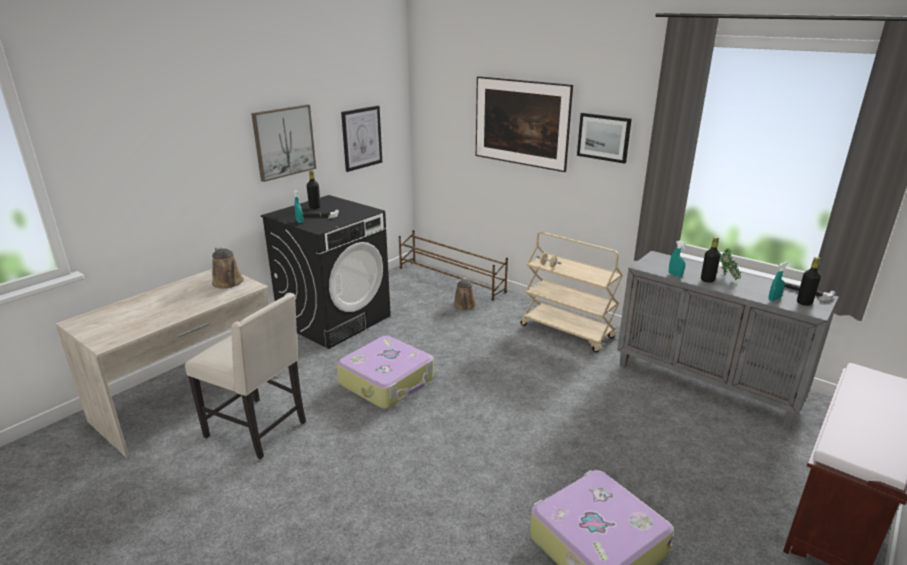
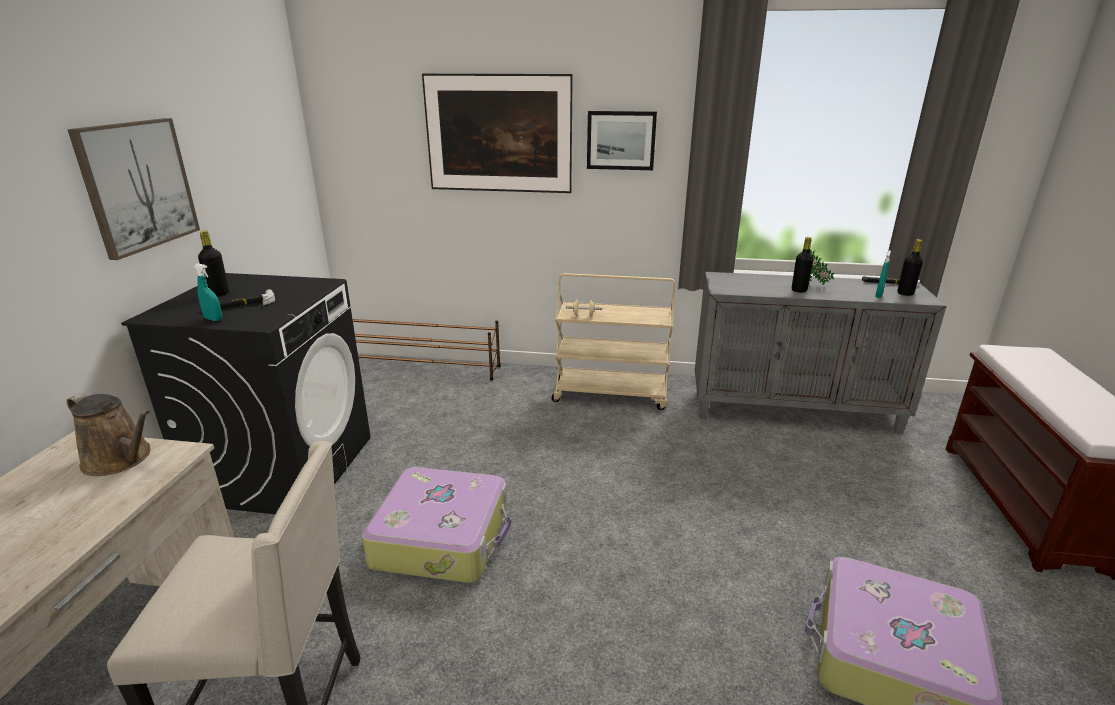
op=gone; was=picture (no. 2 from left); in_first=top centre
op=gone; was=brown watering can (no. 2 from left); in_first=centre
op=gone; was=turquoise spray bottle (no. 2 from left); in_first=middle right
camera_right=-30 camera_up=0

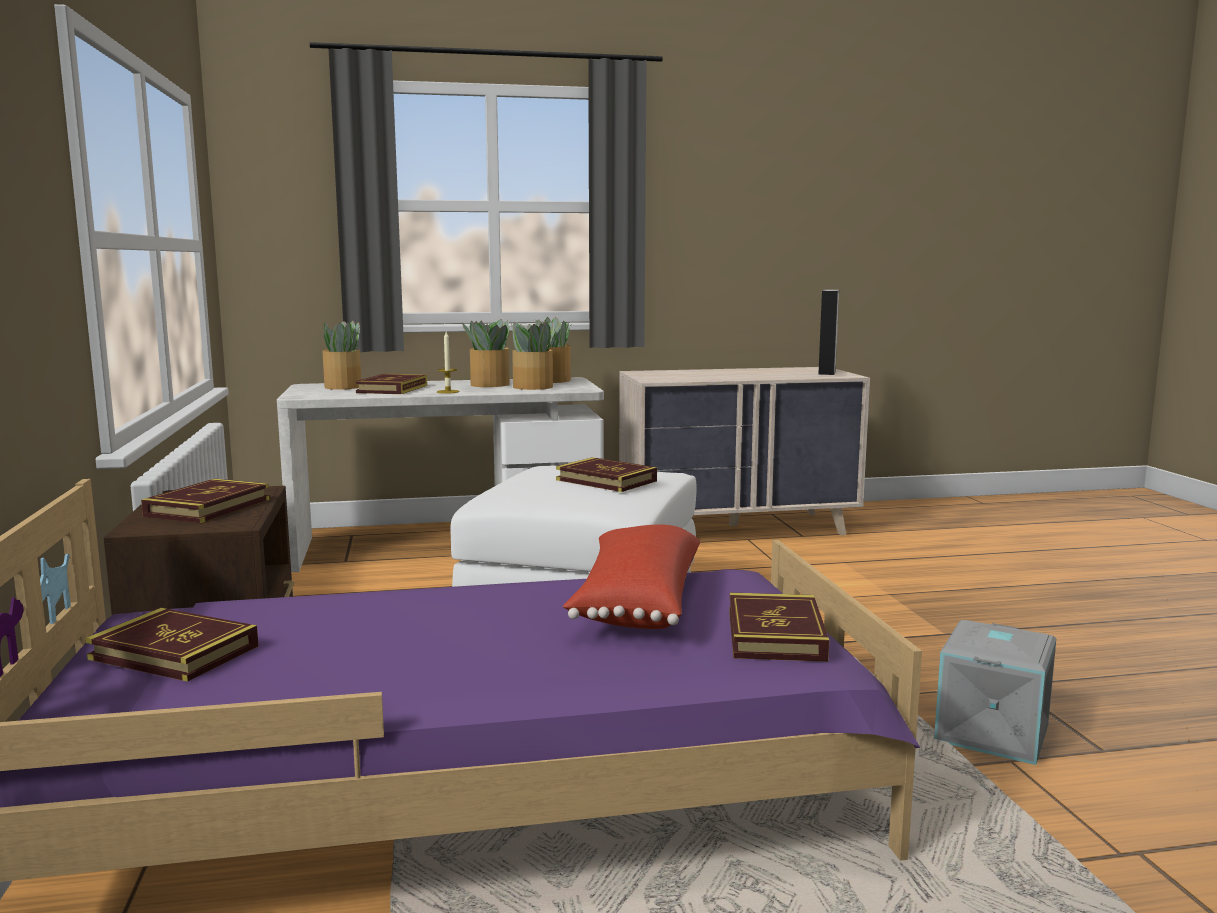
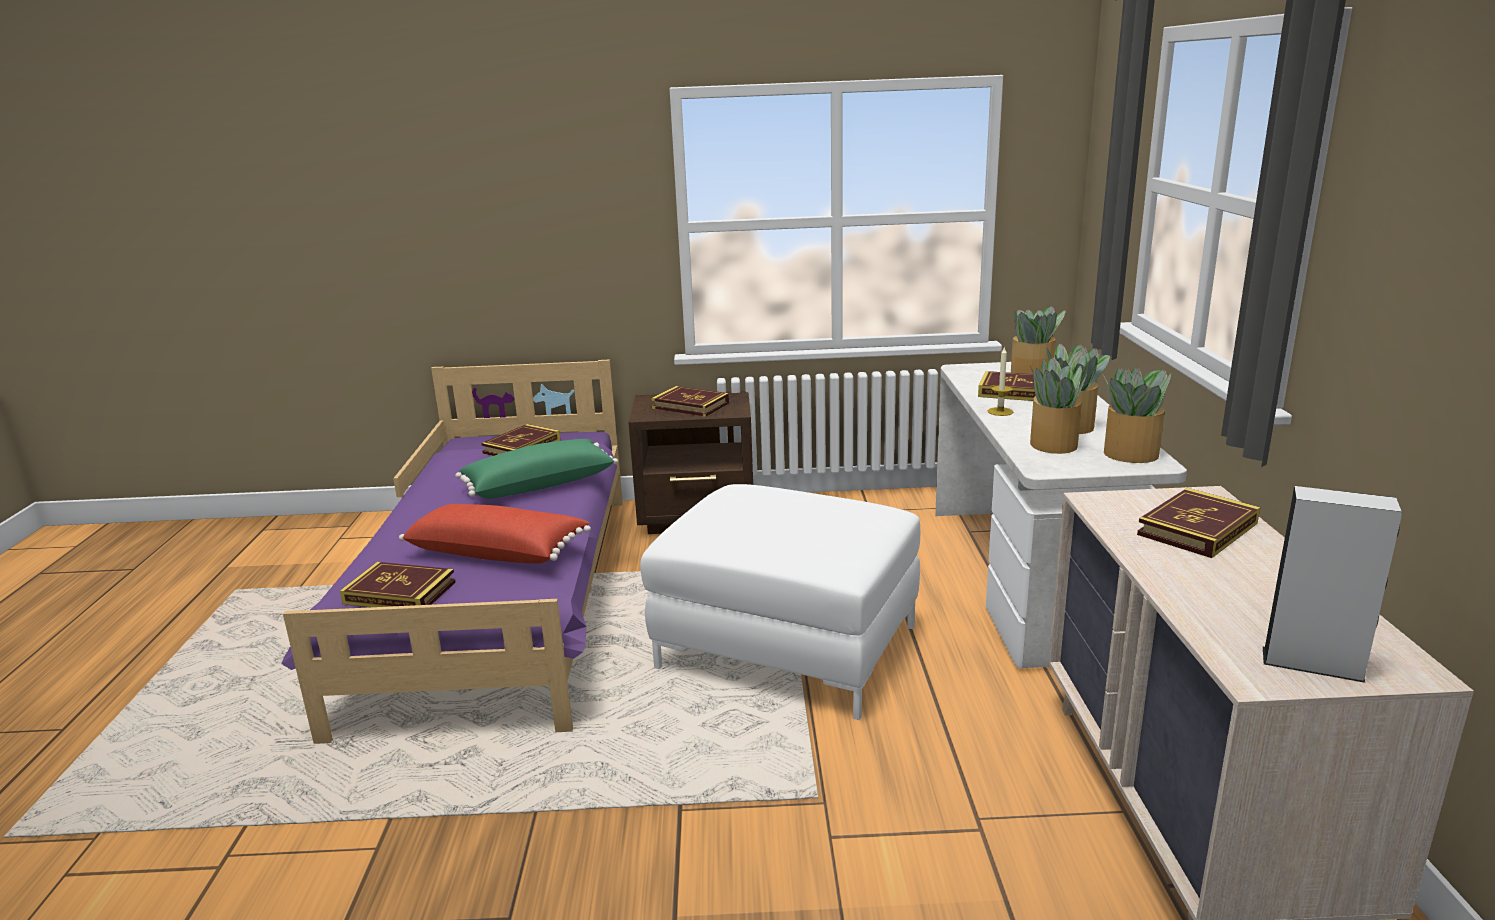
op=shifted; was=book (no. 4 from left in the first image); now=book (no. 5 from left); in_first=centre; in_second=middle right
op=gone; was=grey storage box; in_first=bottom right
op=new; now=green pillow; in_second=centre
camera_right=100 camera_up=10

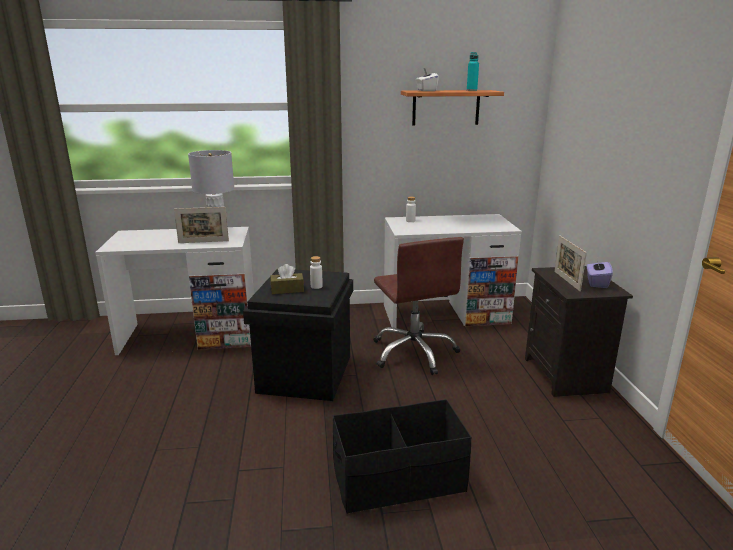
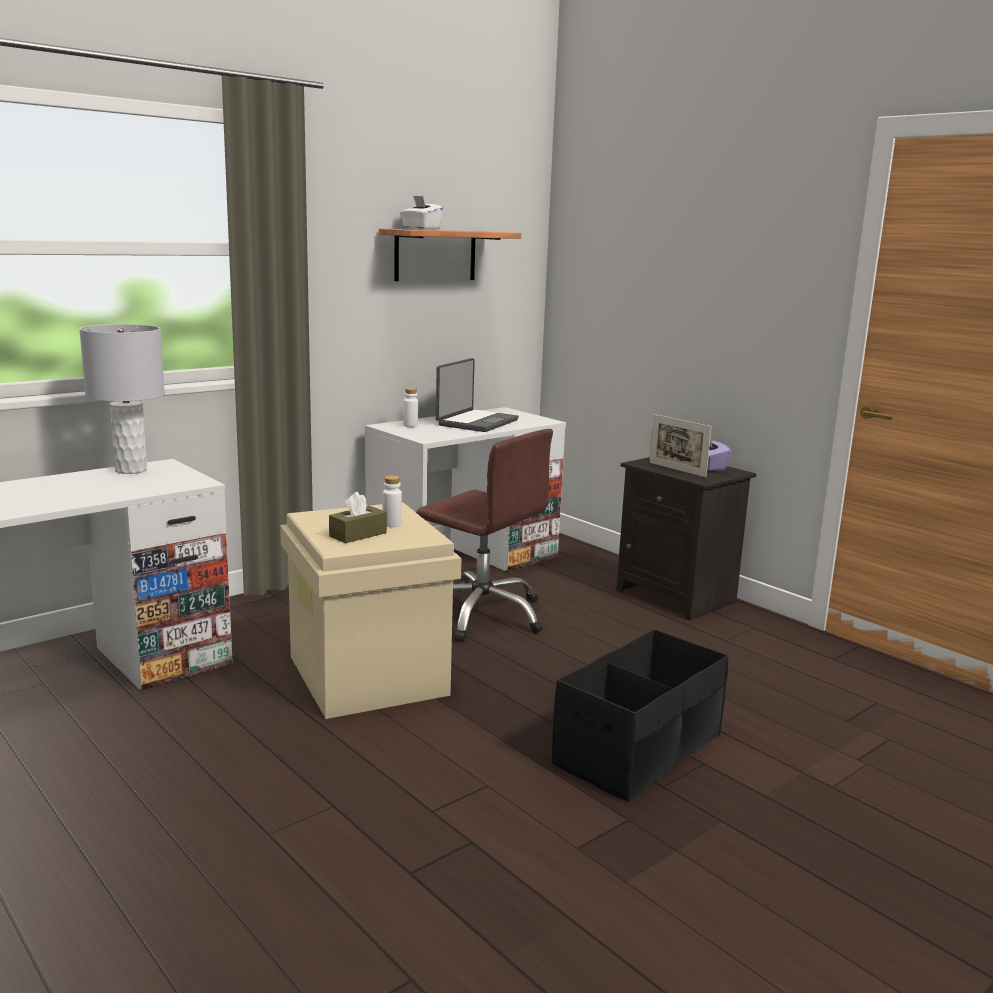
op=gone; was=picture frame (no. 1 from left); in_first=middle left
op=repainted; was=black storage box (no. 1 from left); now=beige storage box; in_first=centre; in_second=centre
op=gone; was=turquoise bottle; in_first=top centre
op=new; now=laptop; in_second=centre
camera_right=-35 camera_up=-5

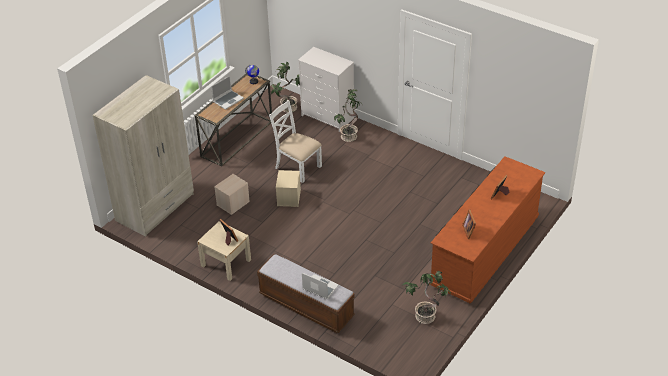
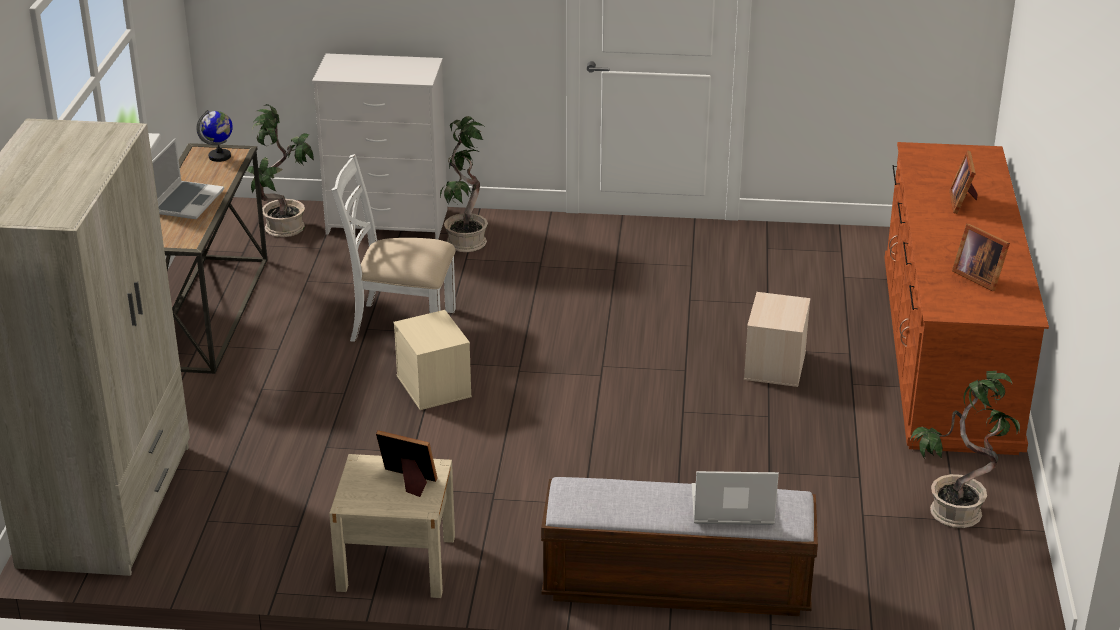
op=shifted; was=beige storage box (no. 1 from left in the first image); now=beige storage box (no. 2 from left); in_first=centre; in_second=middle right
camera_right=-30 camera_up=-10

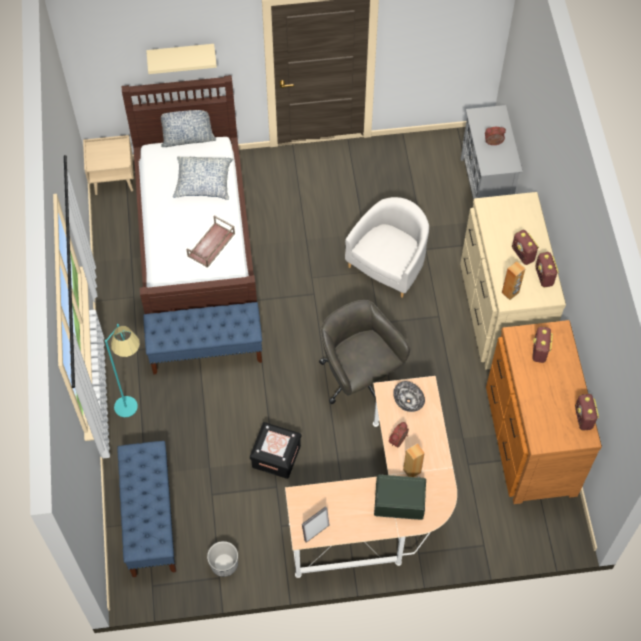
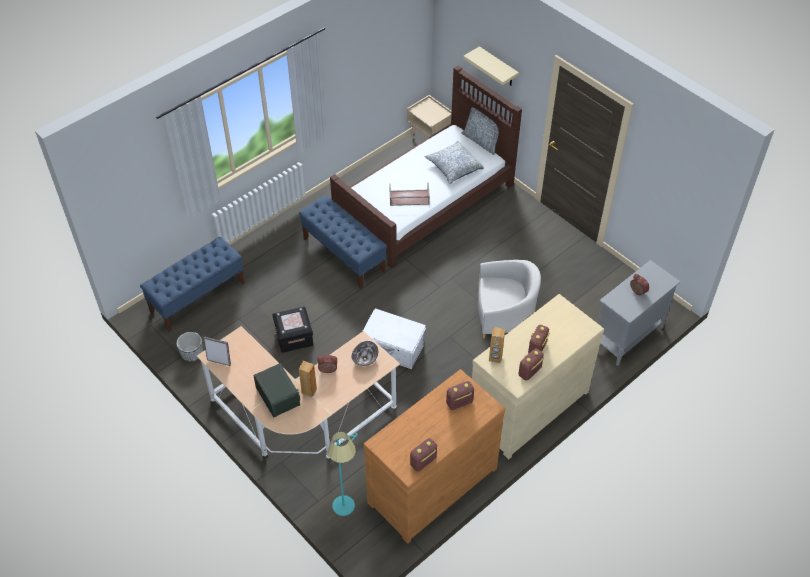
op=shifted; was=turquoise floor lamp; in_first=middle left; in_second=bottom centre
op=swapped; was=grey office chair; now=white storage box; in_first=centre; in_second=centre
camera_right=55 camera_up=-10

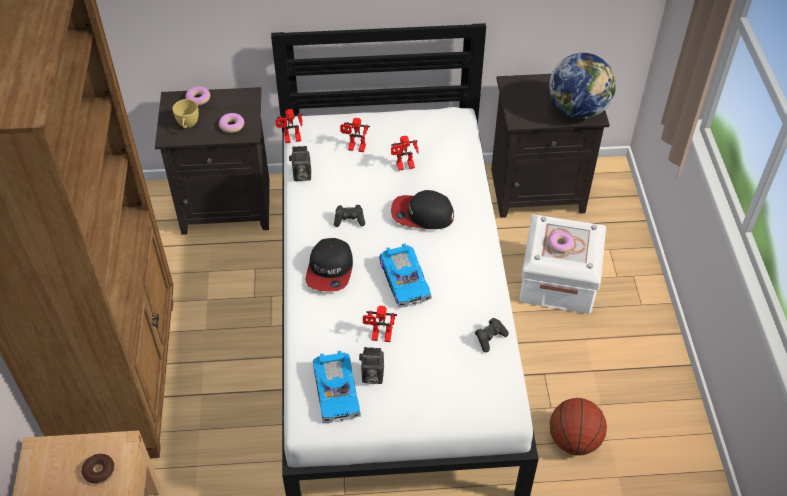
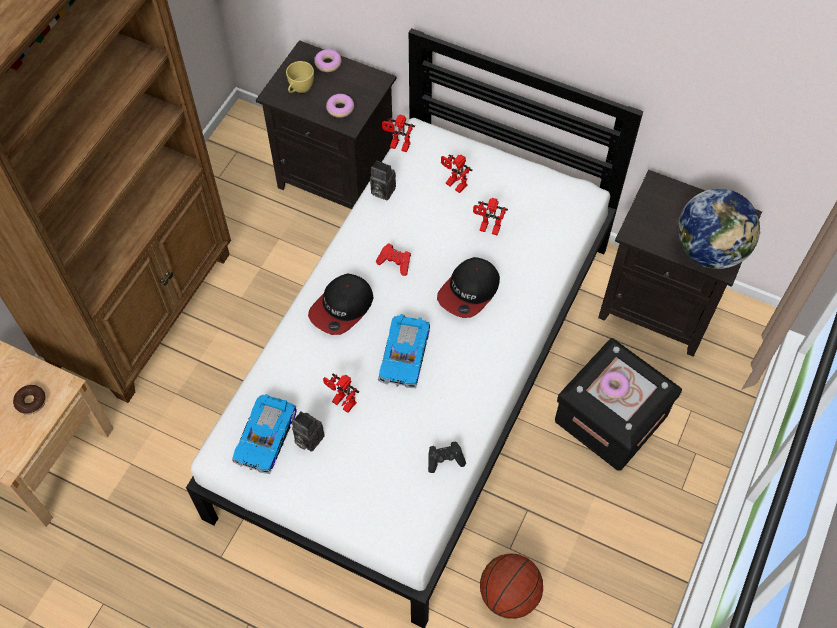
op=repainted; was=black game controller (no. 1 from left); now=red game controller; in_first=centre; in_second=centre
op=rotated; was=cap (no. 2 from left); in_first=centre; in_second=centre; clockwise=-90
op=repainted; was=white storage box; now=black storage box; in_first=middle right; in_second=middle right
camera_right=30 camera_up=10

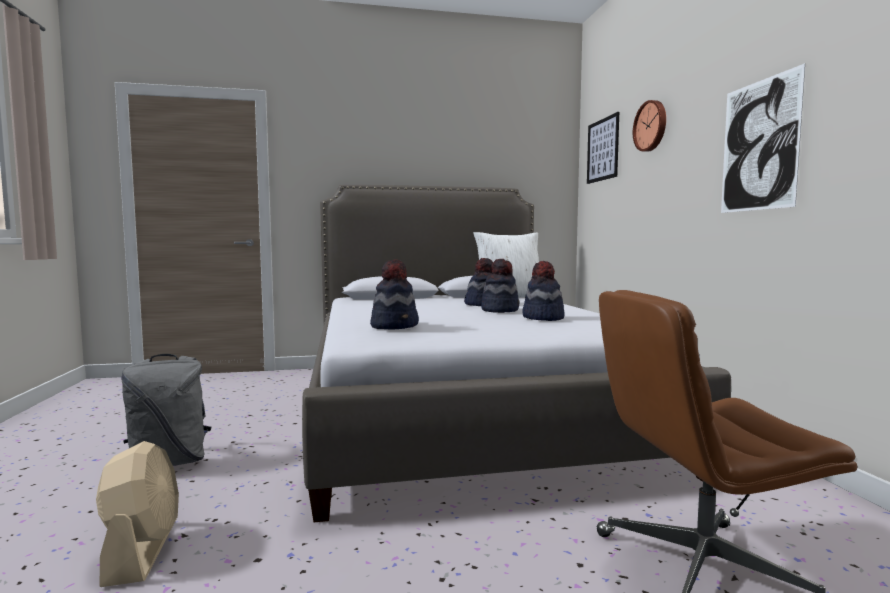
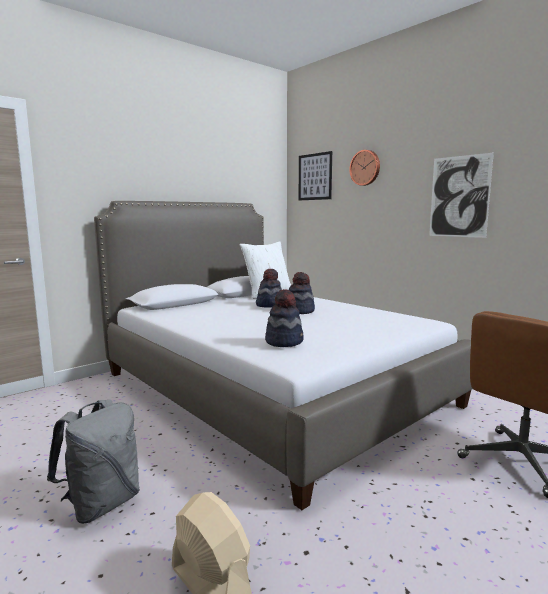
op=gone; was=hat (no. 4 from left); in_first=centre
camera_right=-30 camera_up=5

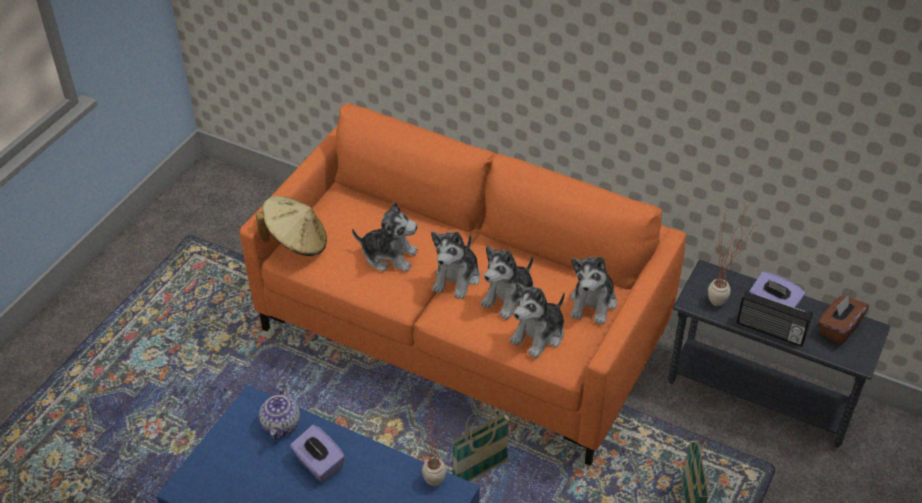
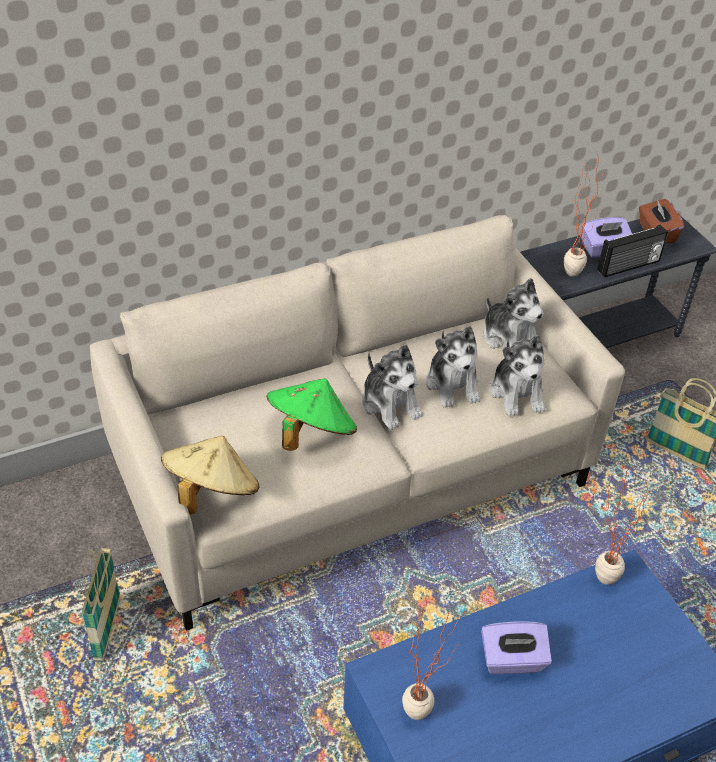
op=repainted; was=orange sofa; now=beige sofa; in_first=centre; in_second=centre
op=gone; was=teapot; in_first=bottom left
op=swapped; was=plush toy (no. 1 from left); now=green hat; in_first=centre; in_second=centre
op=shifted; was=basket (no. 1 from left); in_first=bottom centre; in_second=bottom left
op=new; now=potted plant (no. 1 from left); in_second=bottom centre
camera_right=-55 camera_up=0

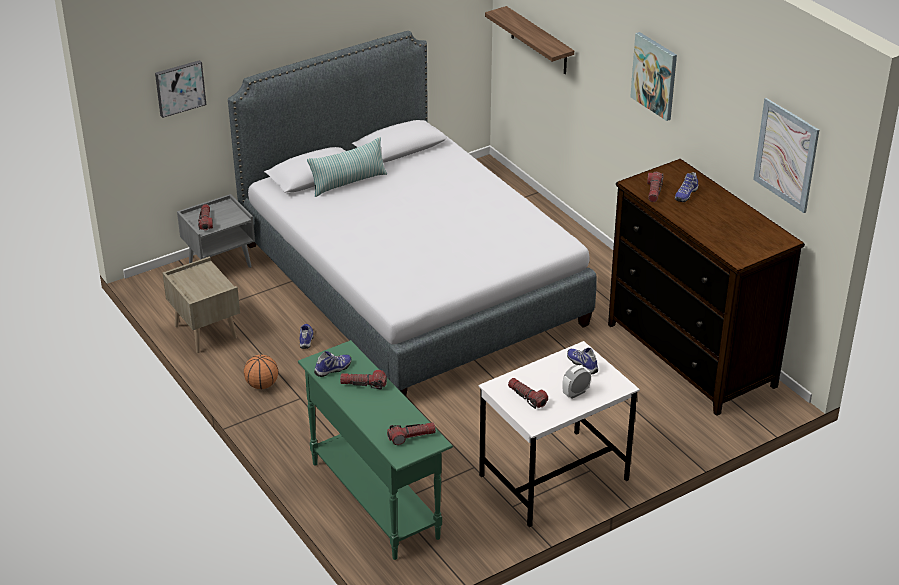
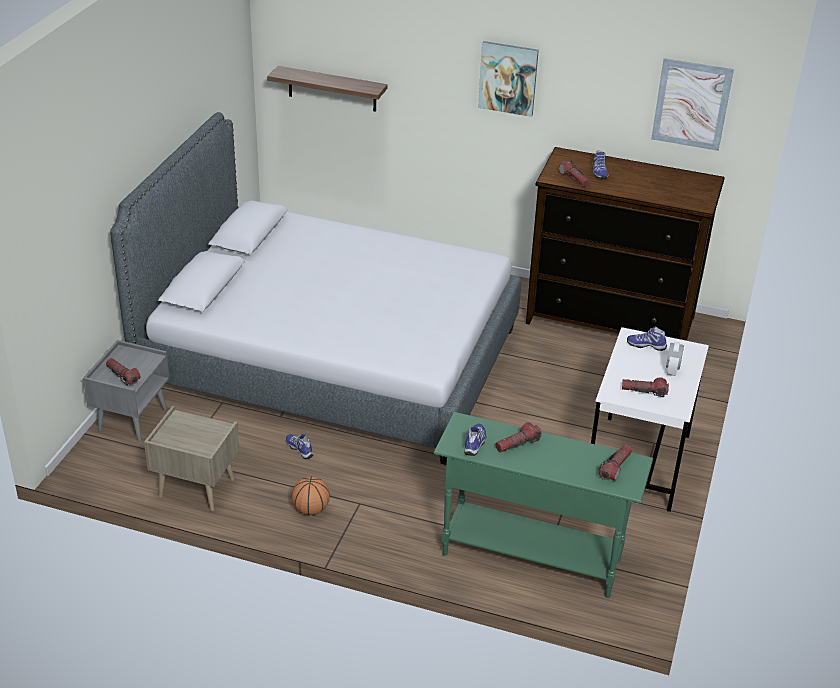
op=gone; was=picture (no. 1 from left); in_first=top left
op=gone; was=pillow; in_first=top centre
camera_right=-40 camera_up=0

